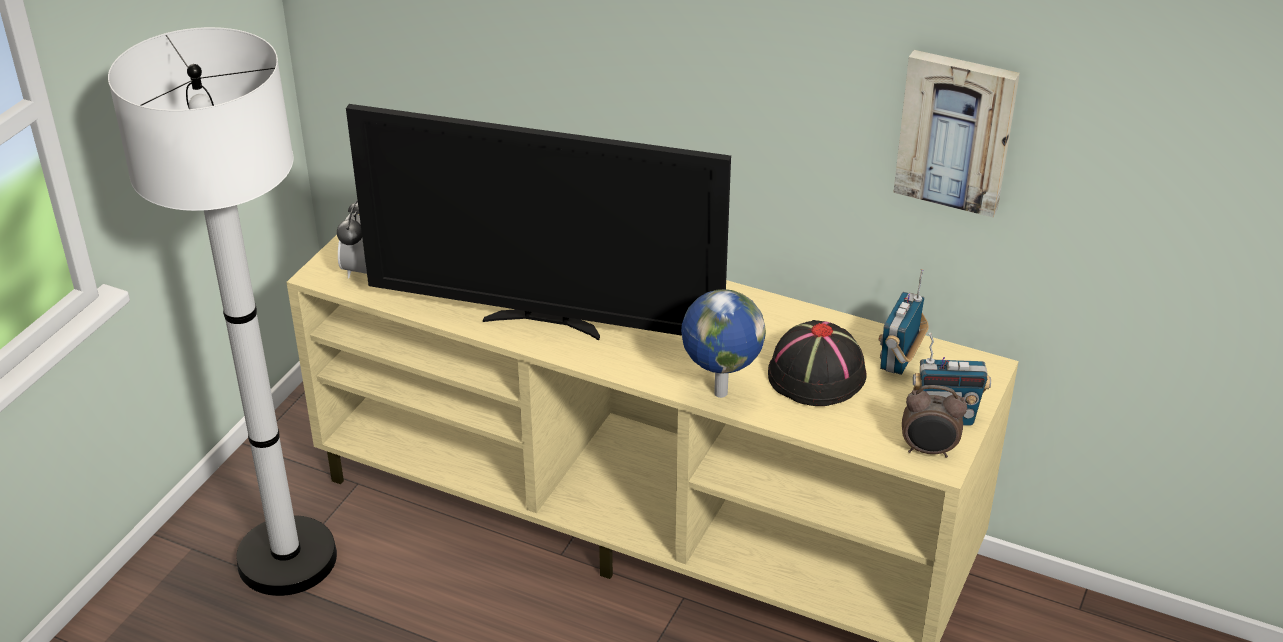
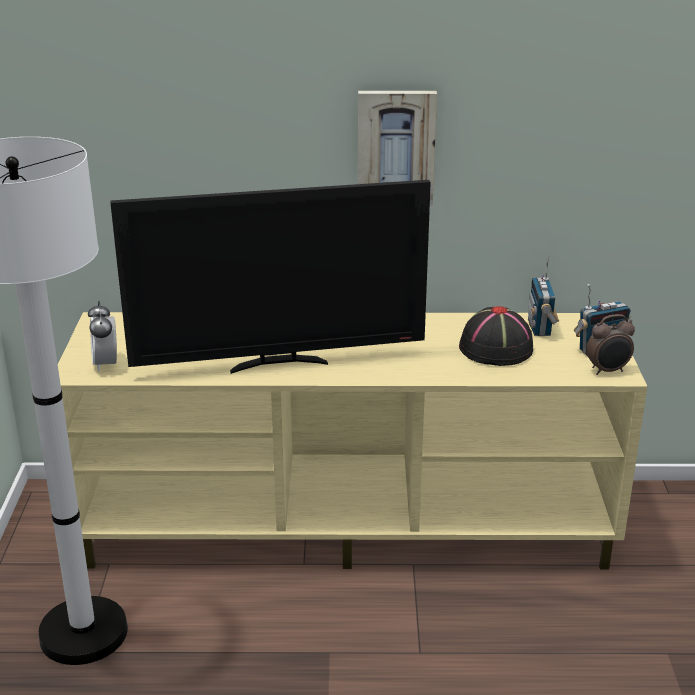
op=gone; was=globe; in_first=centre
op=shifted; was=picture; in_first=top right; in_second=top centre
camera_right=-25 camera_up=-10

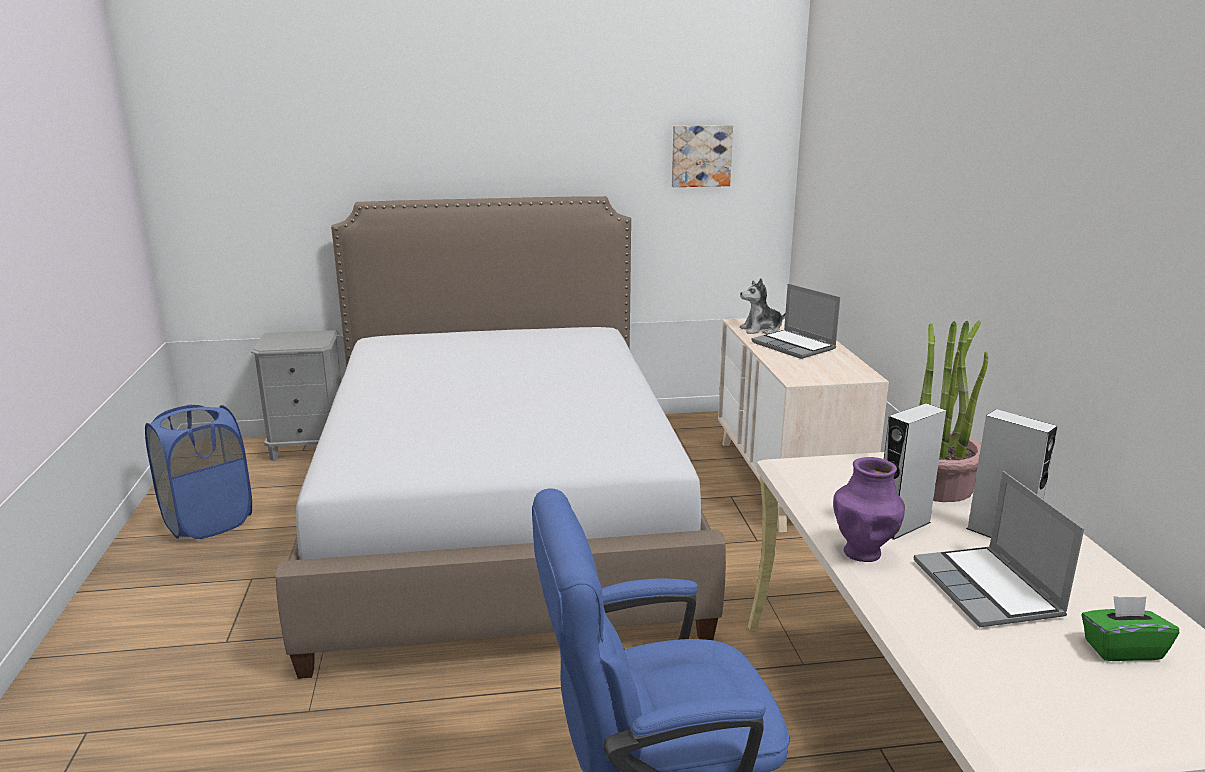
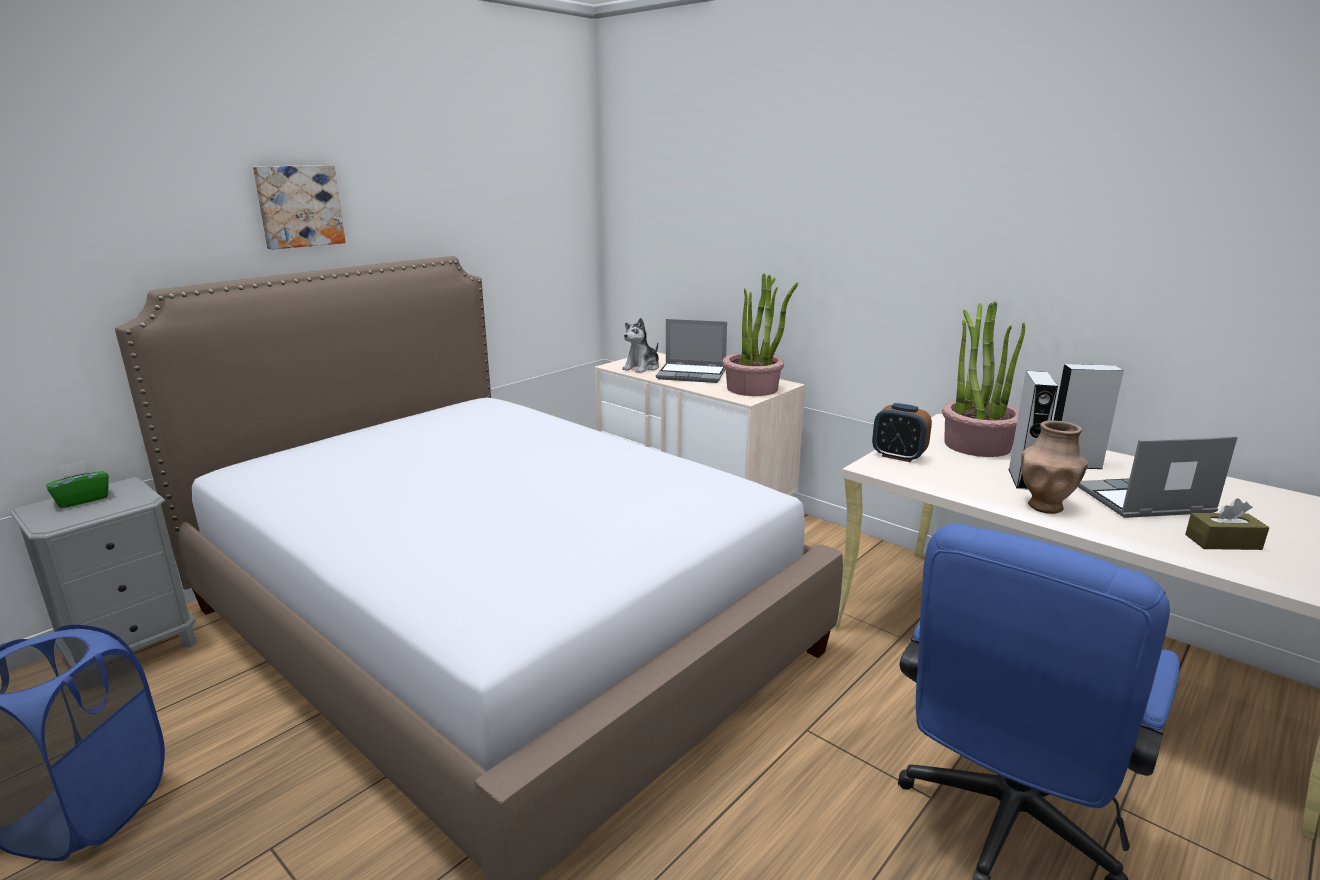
op=shifted; was=picture; in_first=top centre; in_second=top left
op=repainted; was=purple vase; now=brown vase; in_first=middle right; in_second=middle right
op=rotated; was=laptop (no. 2 from left); in_first=bottom right; in_second=middle right; clockwise=135
op=shifted; was=green tissue box; in_first=bottom right; in_second=middle left
op=new; now=potted plant (no. 1 from left); in_second=centre
op=new; now=alarm clock; in_second=middle right
op=new; now=brown tissue box; in_second=middle right
camera_right=-40 camera_up=0

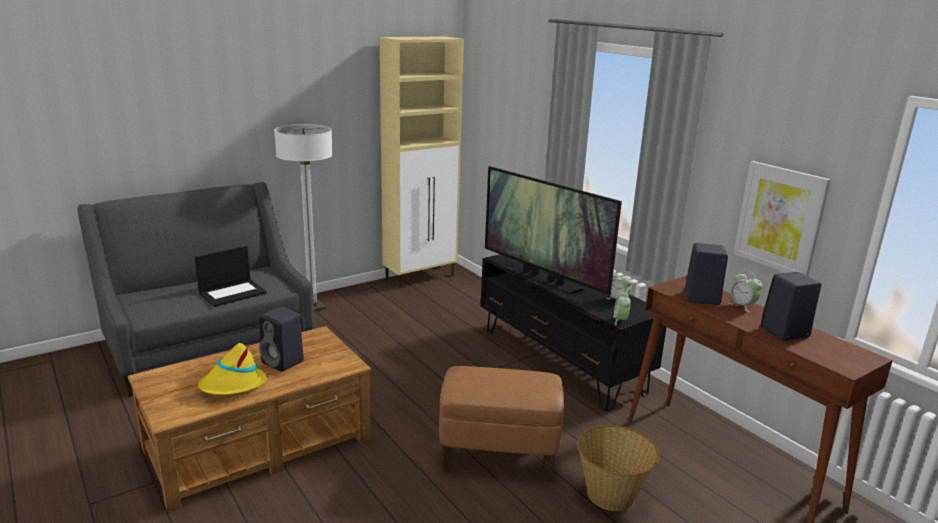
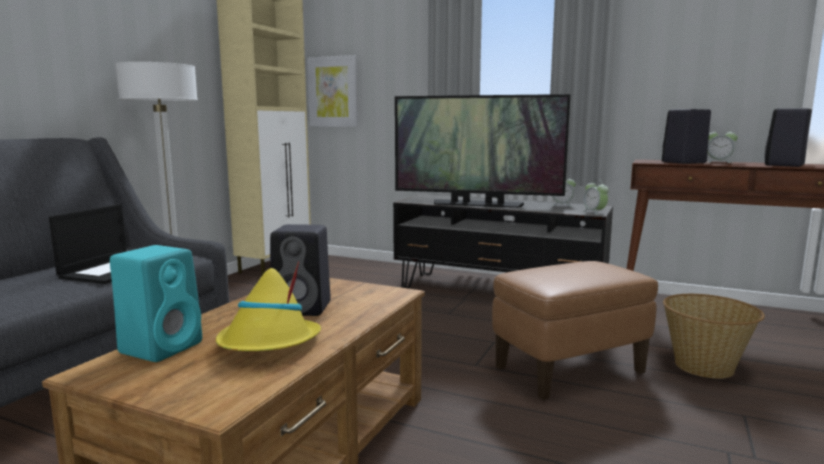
op=shifted; was=picture; in_first=middle right; in_second=top centre
op=new; now=turquoise speaker; in_second=middle left
camera_right=-30 camera_up=-10

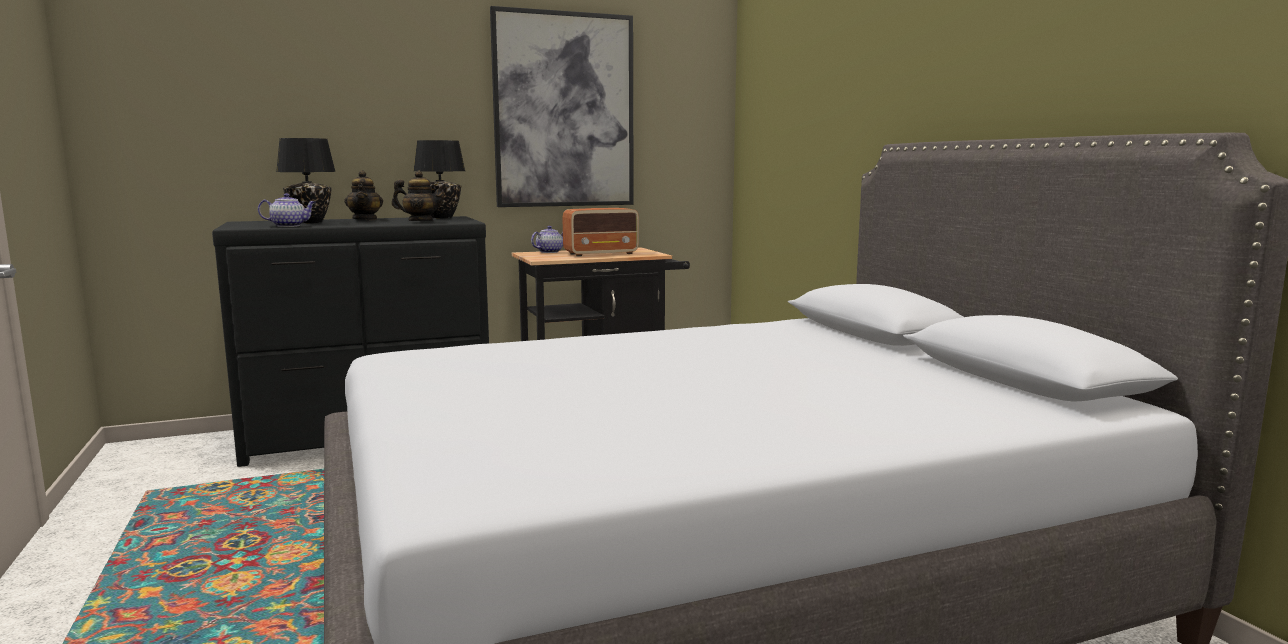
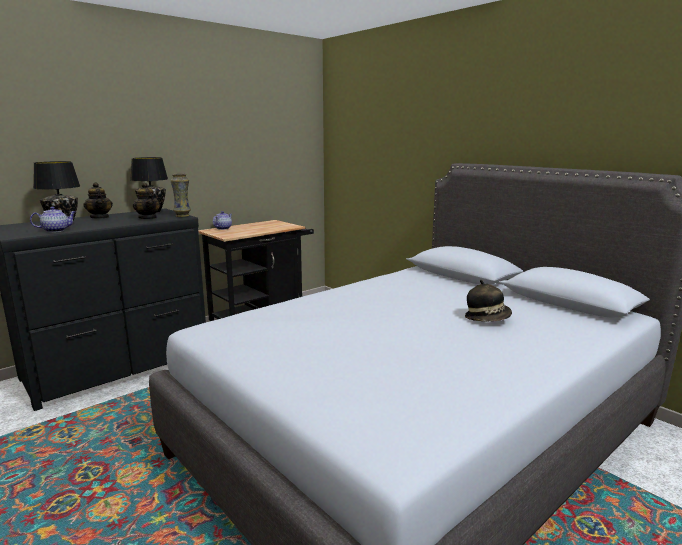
op=rotated; was=teapot (no. 3 from left); in_first=top left; in_second=middle left; clockwise=75
op=gone; was=picture; in_first=top centre
op=gone; was=radio; in_first=centre
op=new; now=vase; in_second=middle left
op=new; now=hat; in_second=middle right
camera_right=-20 camera_up=5

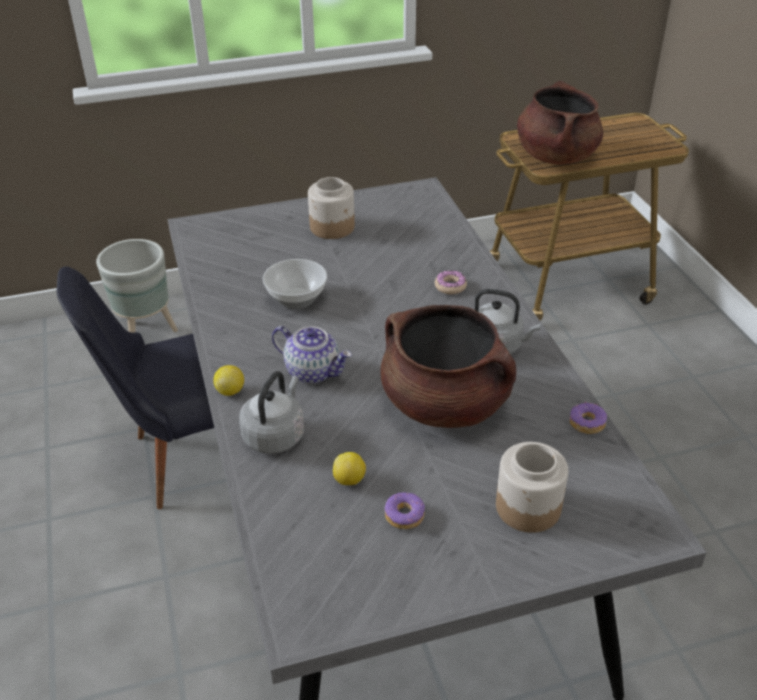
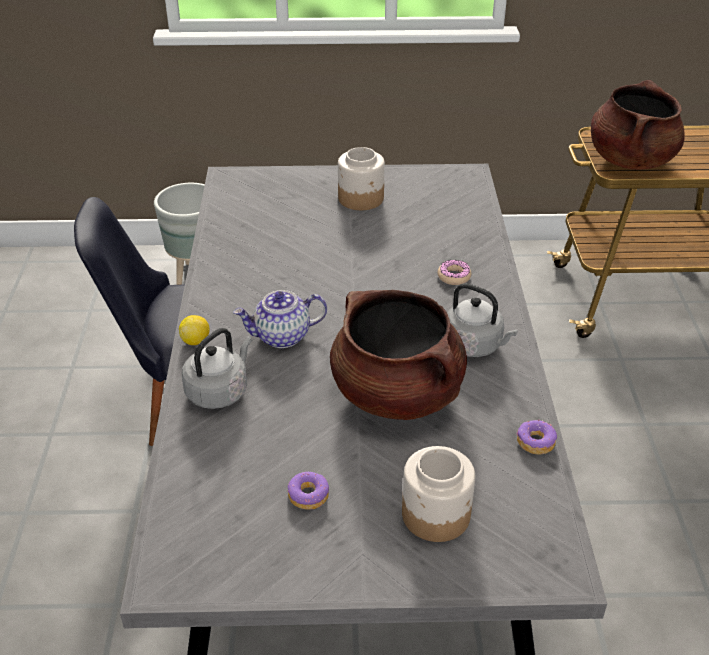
op=gone; was=bowl; in_first=centre
op=rotated; was=teapot; in_first=centre; in_second=centre; clockwise=120
op=gone; was=lemon (no. 2 from left); in_first=bottom centre
camera_right=15 camera_up=0

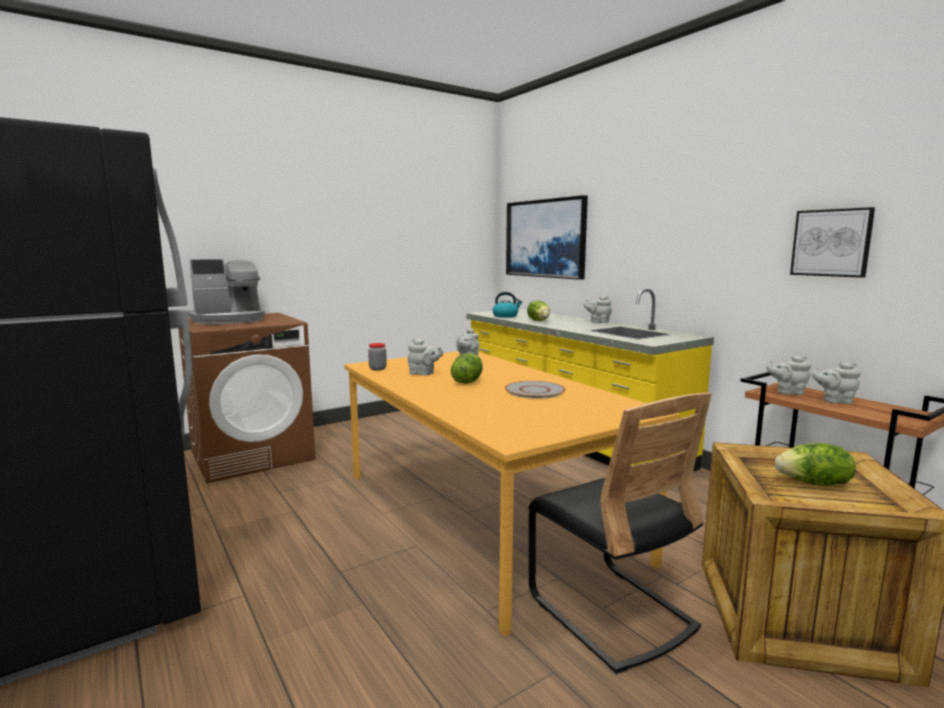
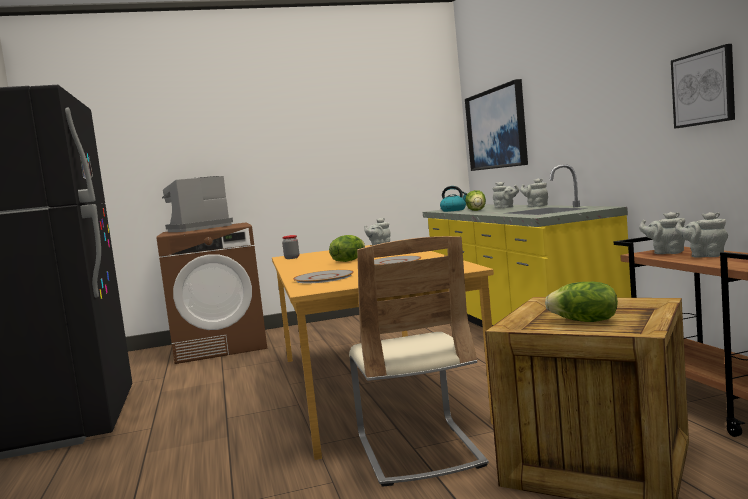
op=rotated; was=coffee machine; in_first=middle left; in_second=middle left; clockwise=150
op=shifted; was=grey teapot (no. 1 from left in the first image); now=grey teapot (no. 2 from left); in_first=centre; in_second=middle right
op=repainted; was=black chair; now=beige chair; in_first=bottom centre; in_second=bottom centre
op=new; now=grey plate (no. 1 from left); in_second=centre
camera_right=20 camera_up=-5

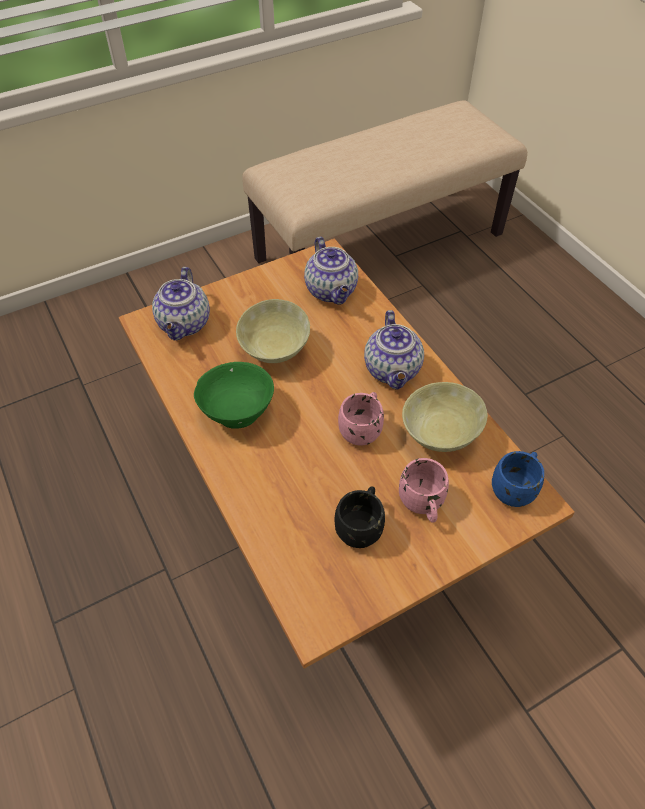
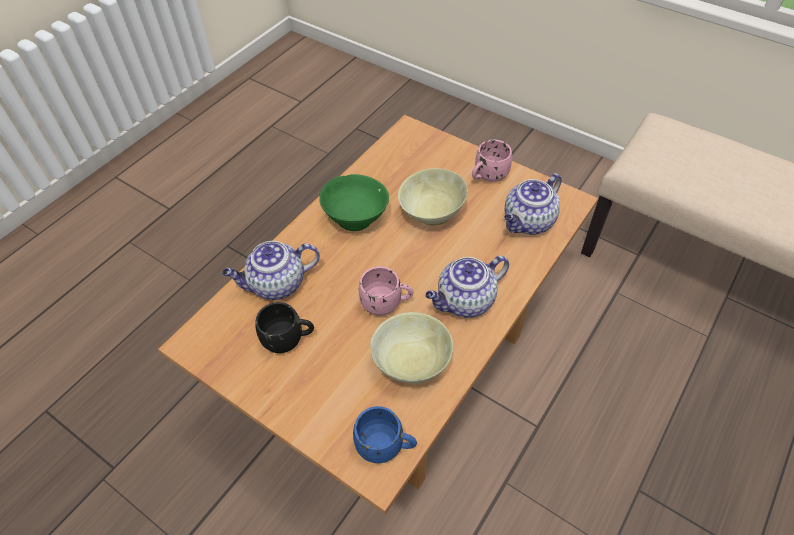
op=shifted; was=teapot (no. 1 from left); in_first=middle left; in_second=centre
op=shifted; was=pink mug (no. 2 from left); in_first=centre; in_second=top centre
camera_right=65 camera_up=0

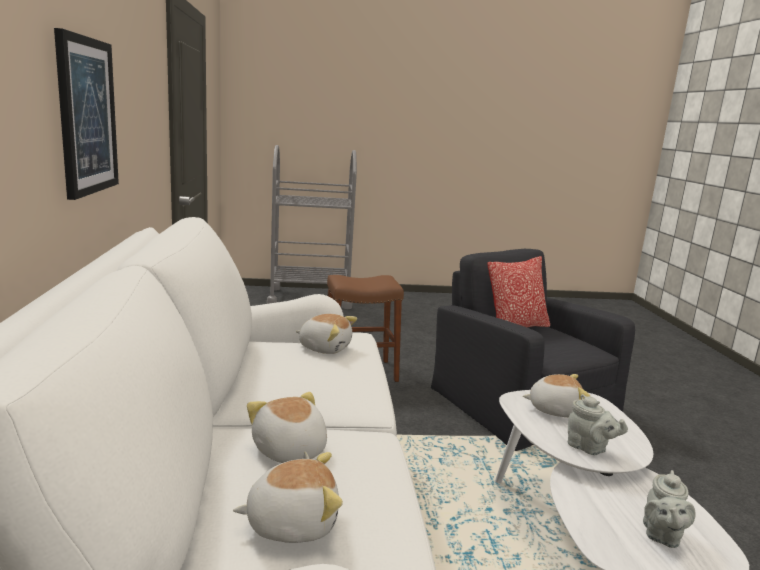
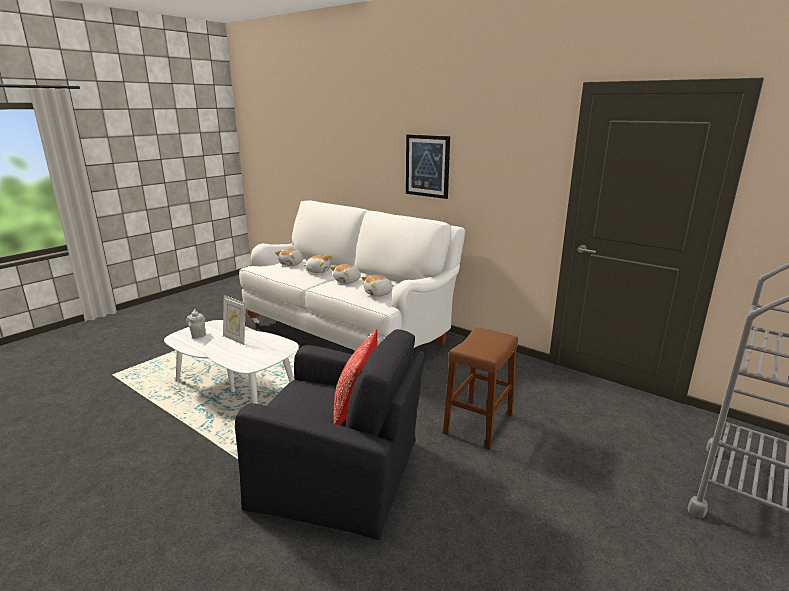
op=shifted; was=plush toy (no. 4 from left in the first image); now=plush toy (no. 3 from left); in_first=bottom right; in_second=centre
op=swapped; was=grey teapot (no. 1 from left); now=picture frame; in_first=bottom right; in_second=middle left
camera_right=135 camera_up=5

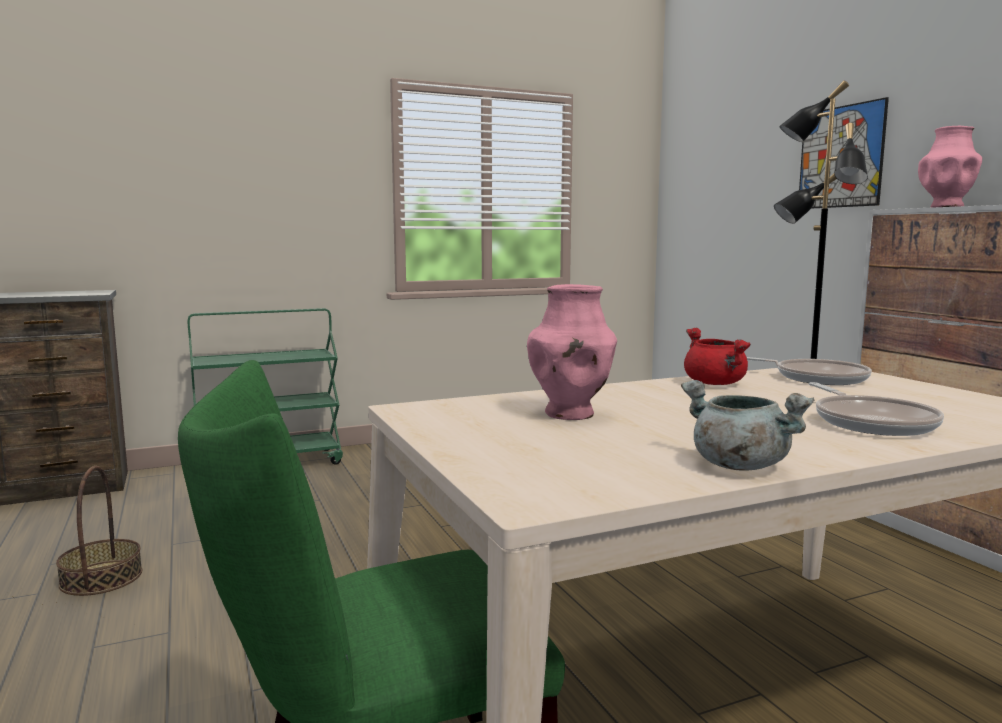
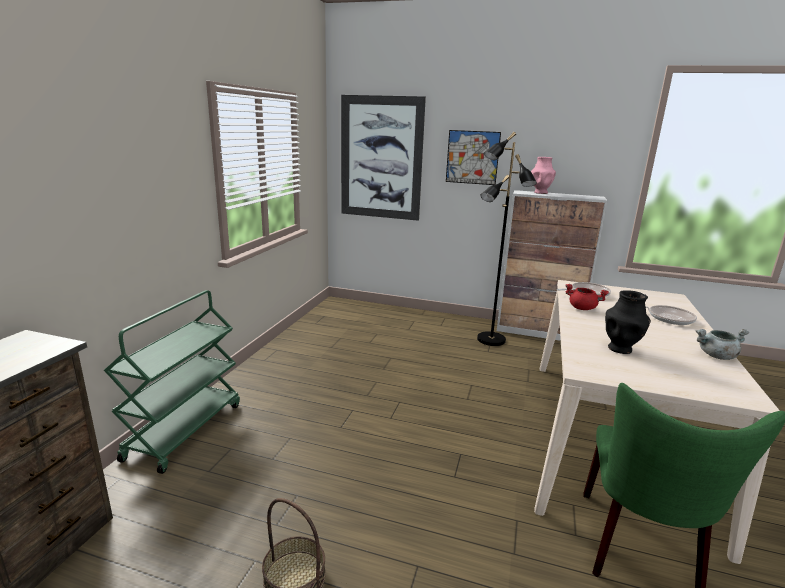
op=repainted; was=pink vase (no. 1 from left); now=black vase; in_first=centre; in_second=middle right
op=new; now=picture (no. 1 from left); in_second=top centre
camera_right=-50 camera_up=10

